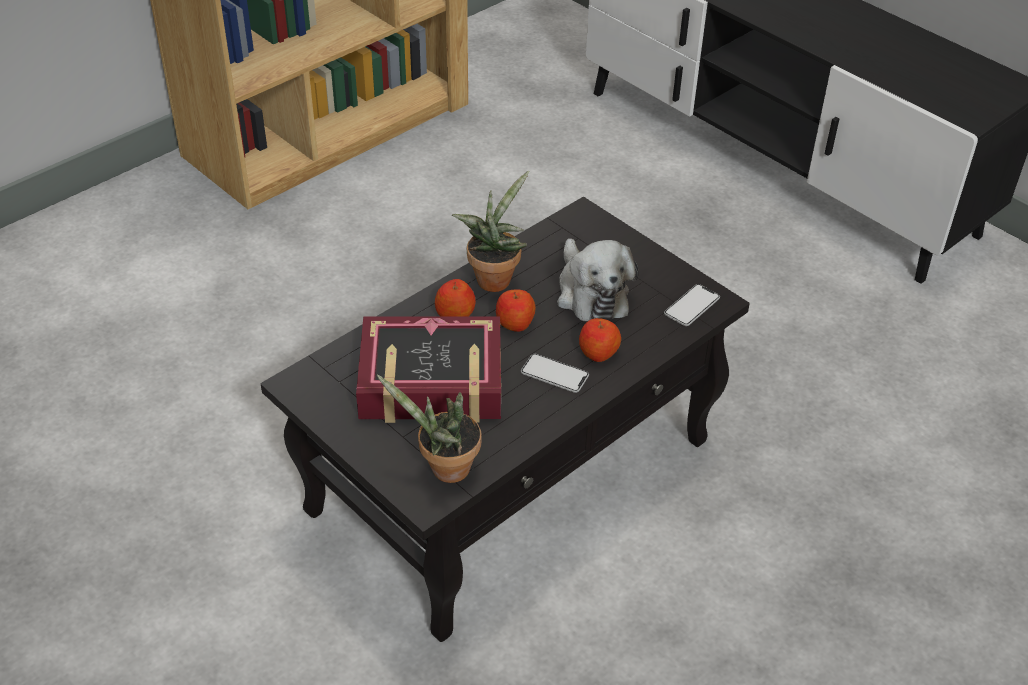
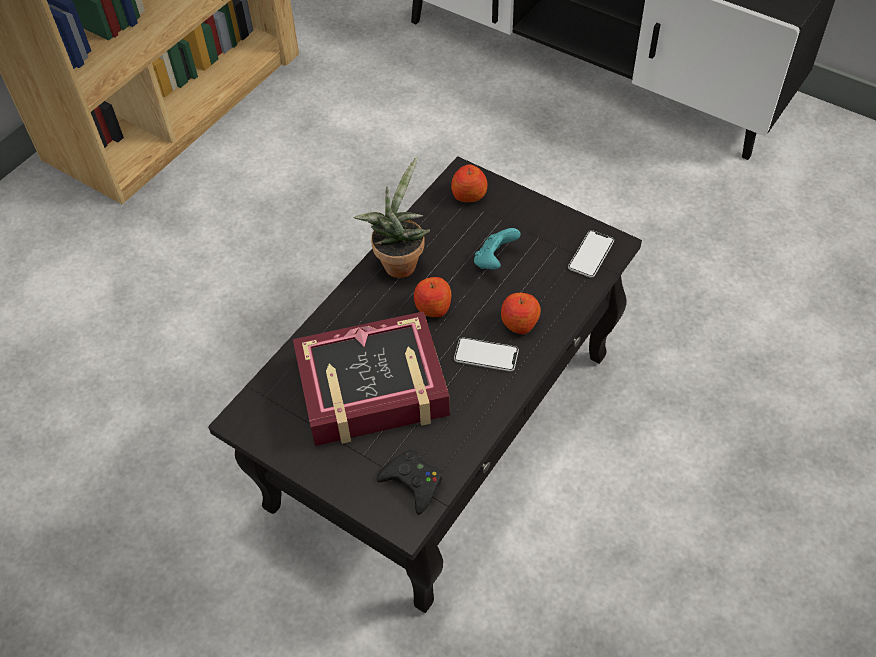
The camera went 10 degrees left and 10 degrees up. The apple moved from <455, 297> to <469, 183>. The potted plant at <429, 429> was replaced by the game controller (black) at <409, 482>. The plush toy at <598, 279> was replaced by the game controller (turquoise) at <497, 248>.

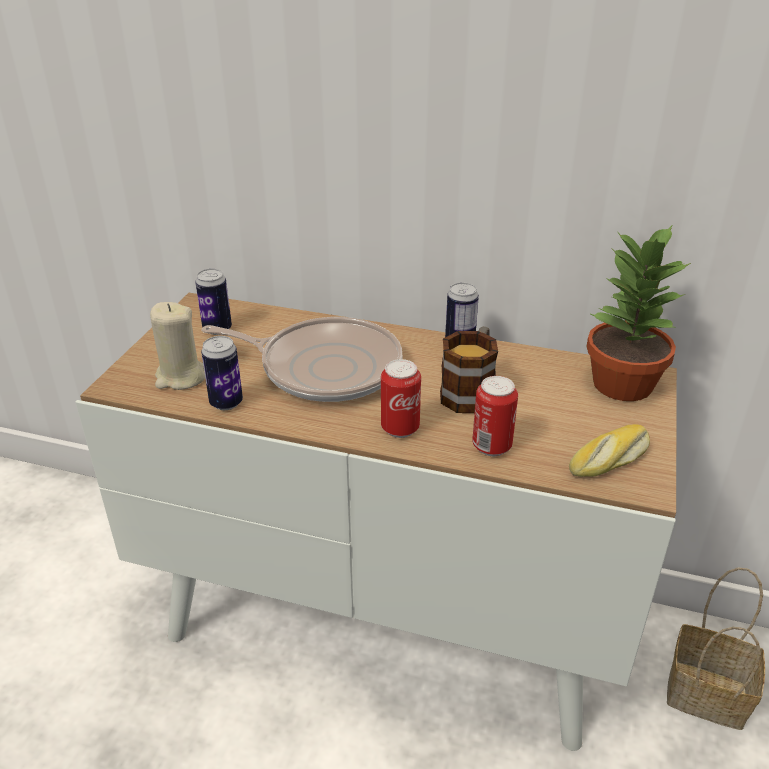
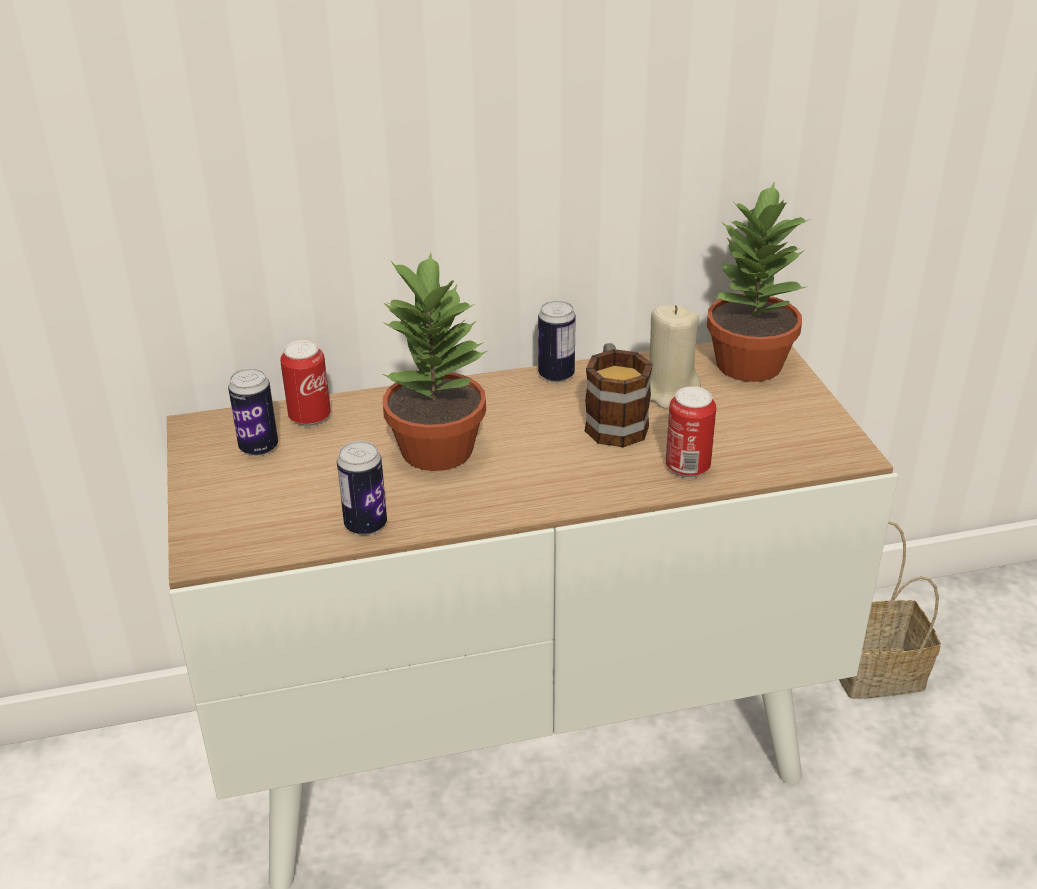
The camera went 30 degrees left and 0 degrees up. The bread at <609, 450> disappeared. The candle (beige) moved from <177, 346> to <675, 356>. The can moved from <401, 398> to <305, 383>. The frying pan at <302, 359> was replaced by the potted plant at <435, 362>.

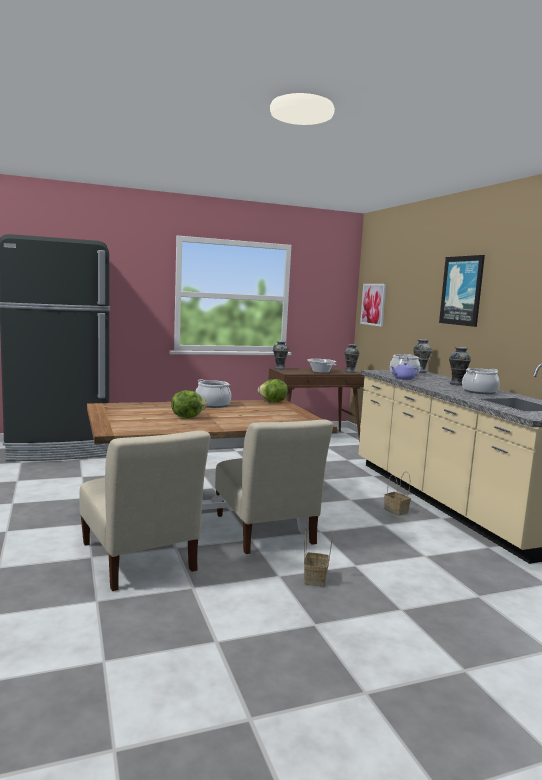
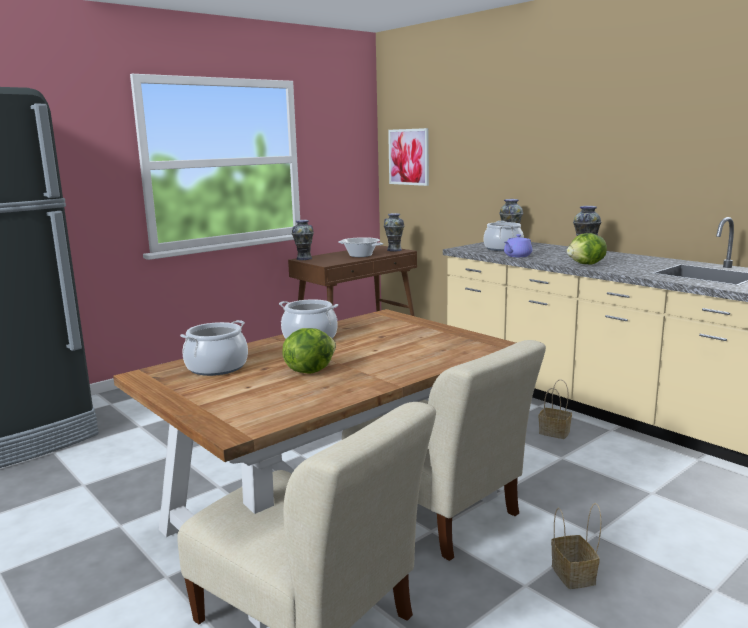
The camera went 20 degrees left and 5 degrees up. The picture at <462, 291> disappeared. The lettuce moved from <273, 390> to <587, 249>. The cooking pot moved from <481, 381> to <214, 348>.

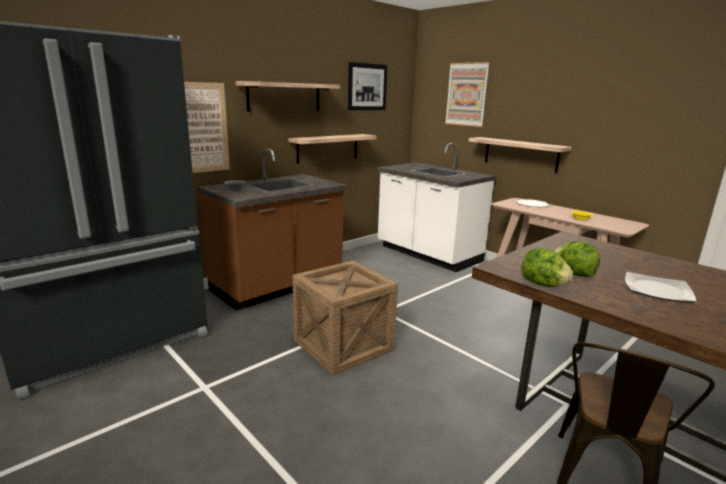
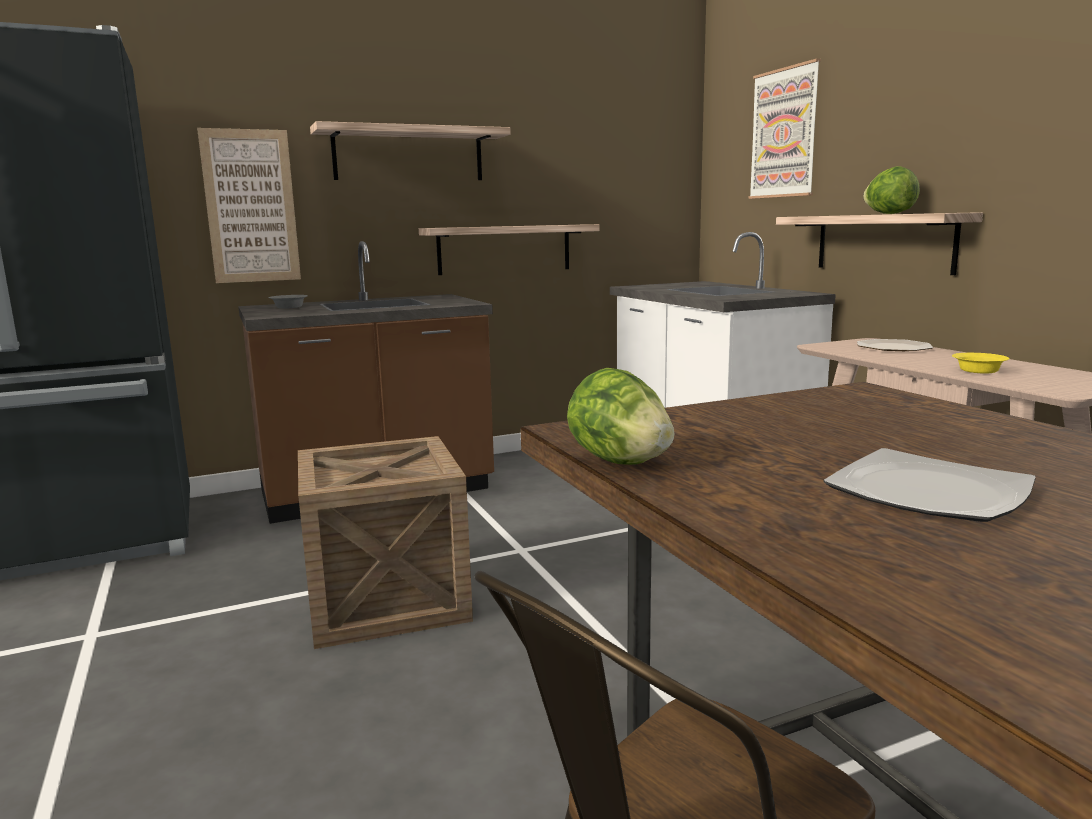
The camera went 20 degrees right and 5 degrees down. The picture at <367, 86> disappeared. The lettuce moved from <576, 259> to <891, 190>.

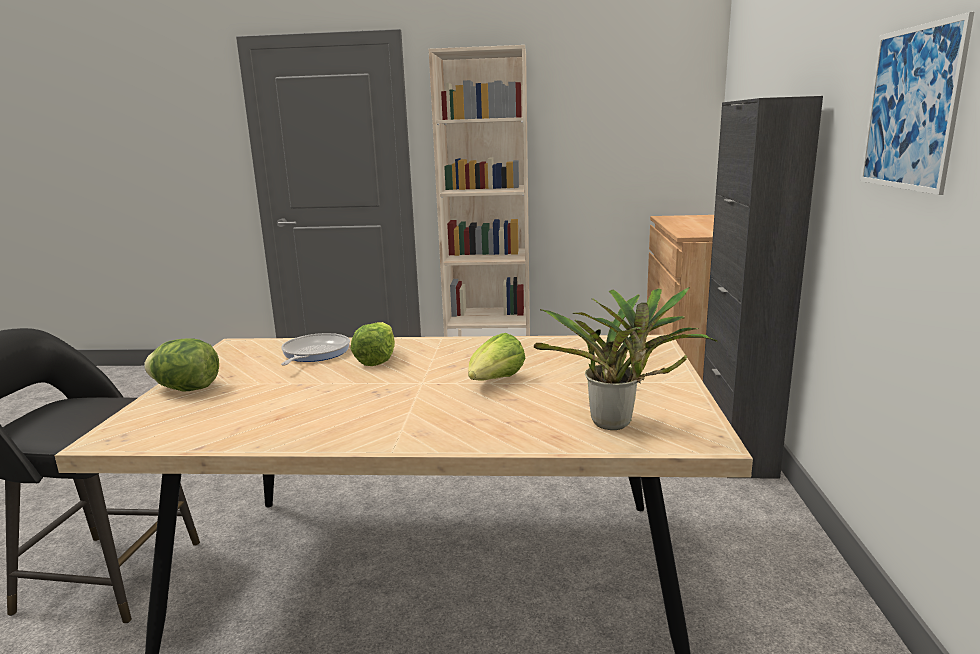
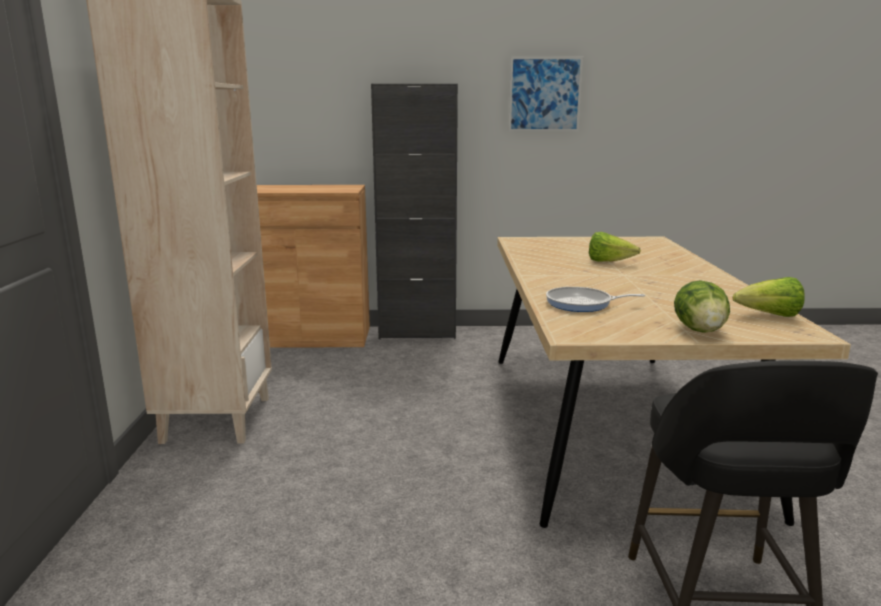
The camera went 95 degrees left and 0 degrees up. The potted plant at <625, 358> disappeared. The lettuce moved from <373, 344> to <769, 297>.

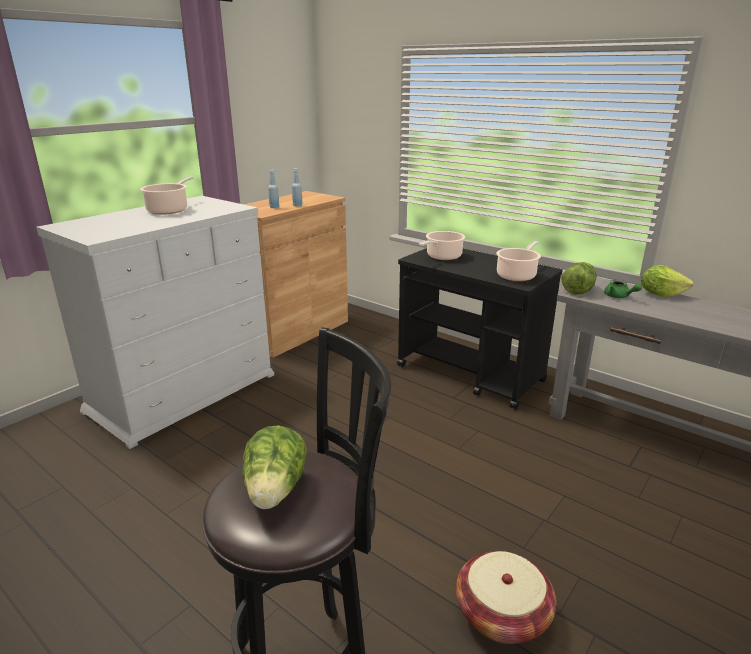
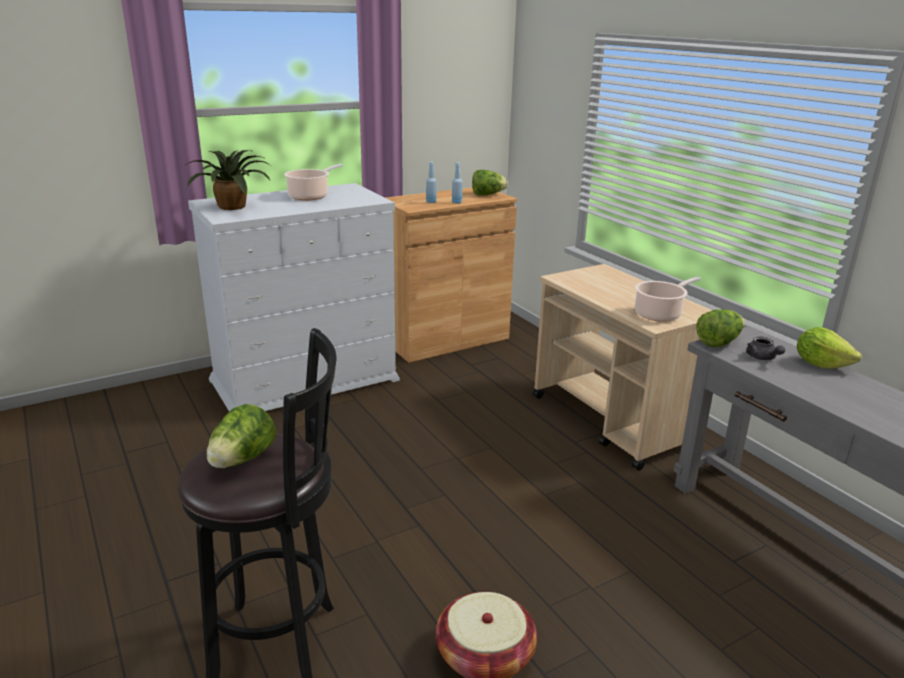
The camera went 20 degrees right and 0 degrees up. The cooking pot at <442, 245> disappeared. The potted plant at <228, 180> appeared. The lettuce at <490, 183> appeared. The cart (black) at <480, 329> became the cart (beige) at <622, 367>. The teapot (green) at <623, 289> became the teapot (grey) at <765, 348>.

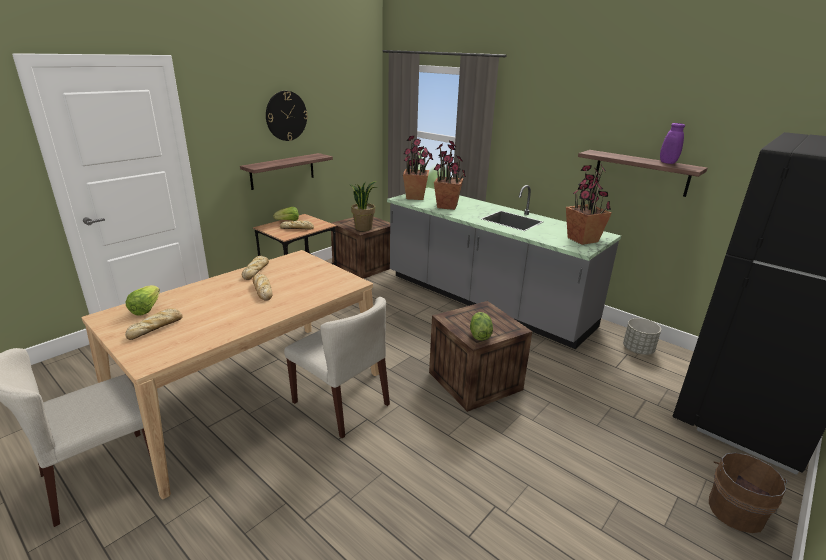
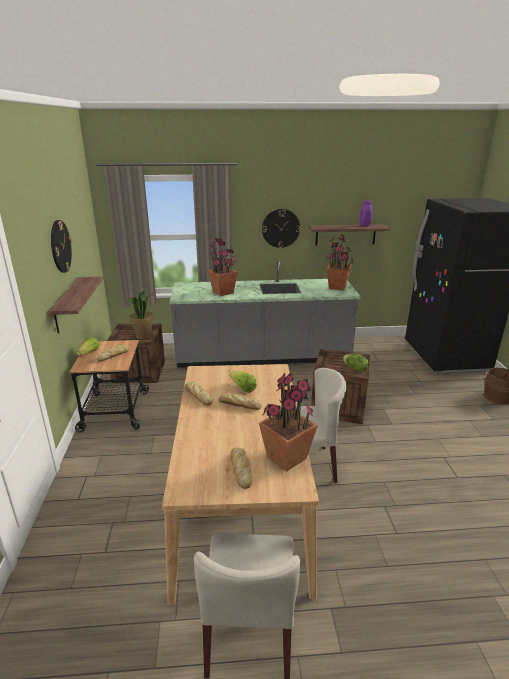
The camera went 45 degrees left and 0 degrees up. The planter (grey) at <642, 336> disappeared. The wall clock at <281, 228> appeared. The lettuce moved from <143, 300> to <243, 382>. The potted plant moved from <418, 167> to <288, 421>.

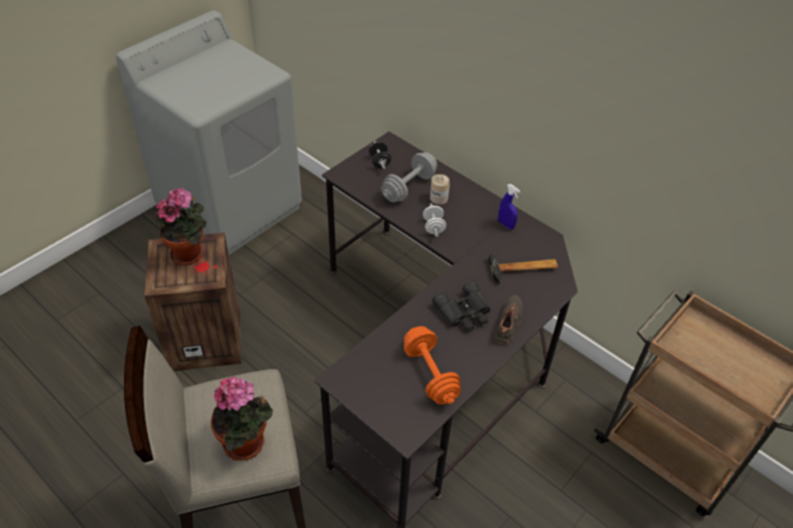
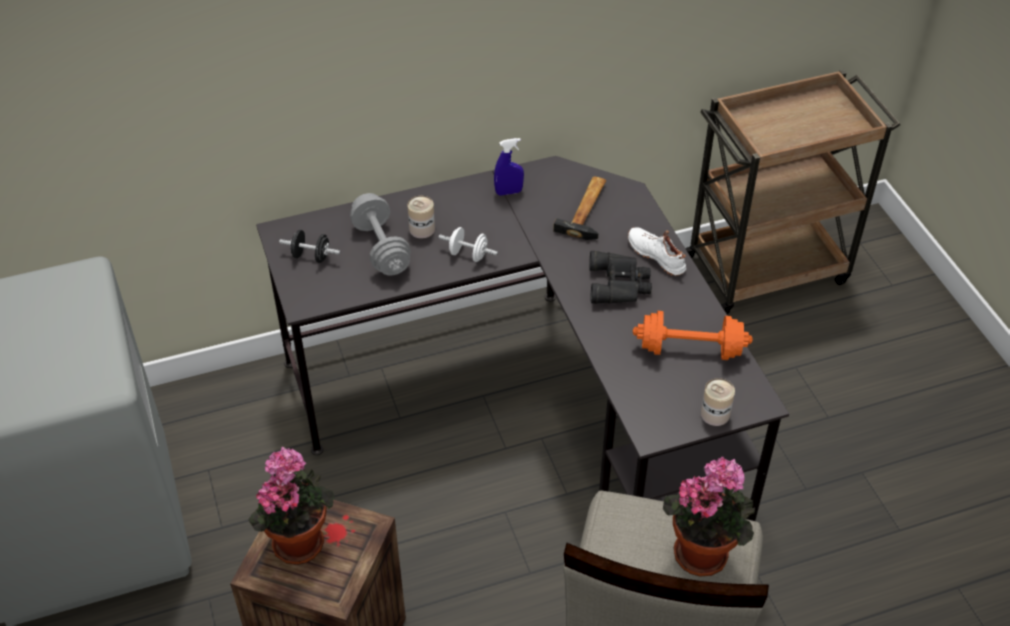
The camera went 60 degrees left and 0 degrees up. The can at <718, 402> appeared. The shoe (black) at <509, 319> became the shoe (white) at <657, 251>.

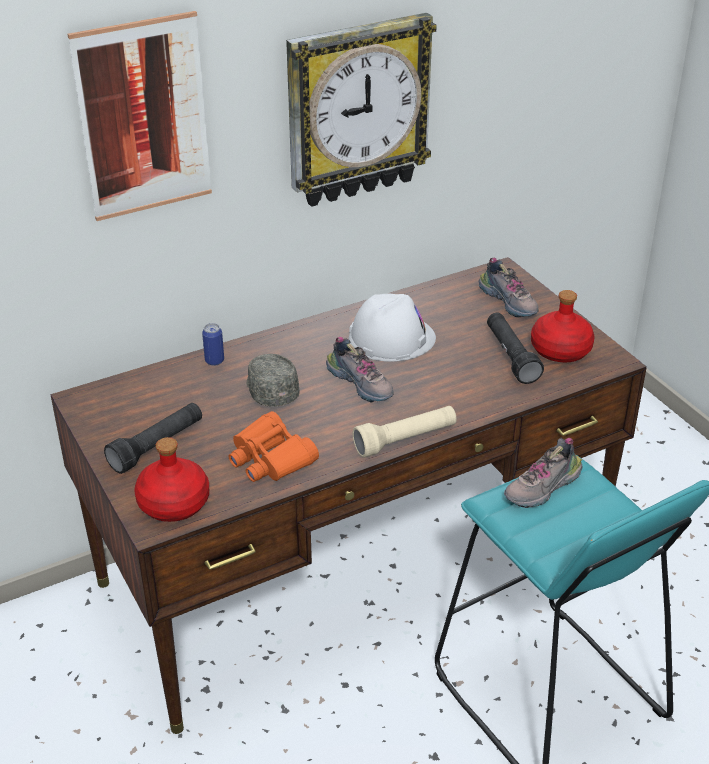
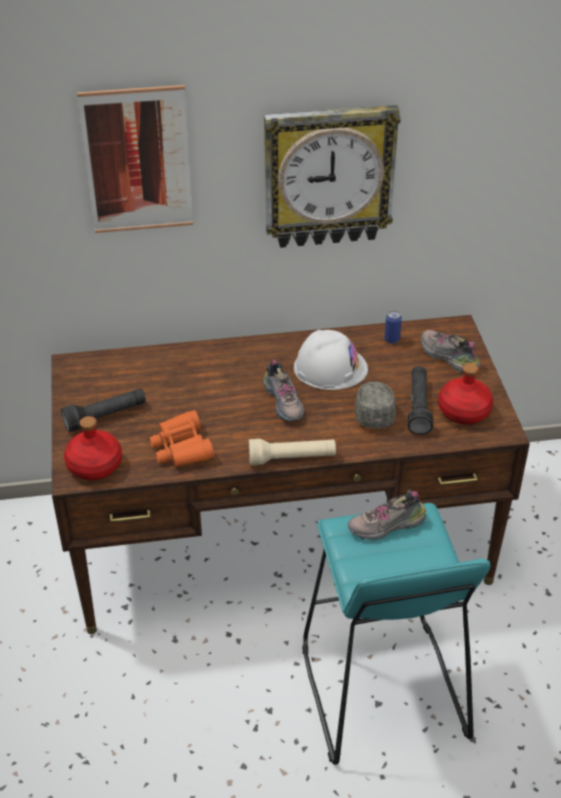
The camera went 20 degrees right and 5 degrees up. The can moved from <213, 344> to <393, 327>. The cap (grey) moved from <273, 380> to <375, 405>. The shoe at <509, 287> turned 150 degrees clockwise.

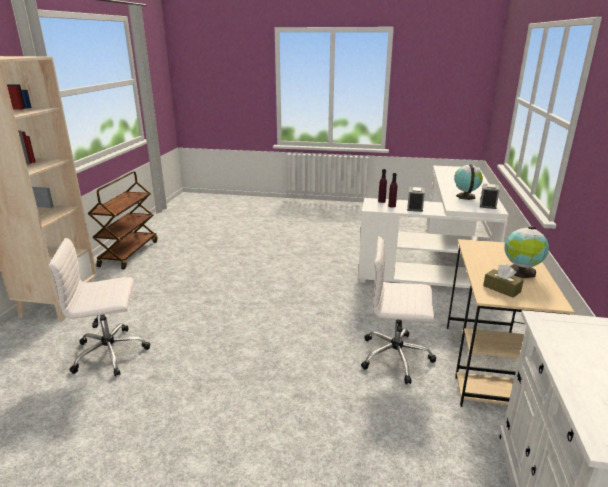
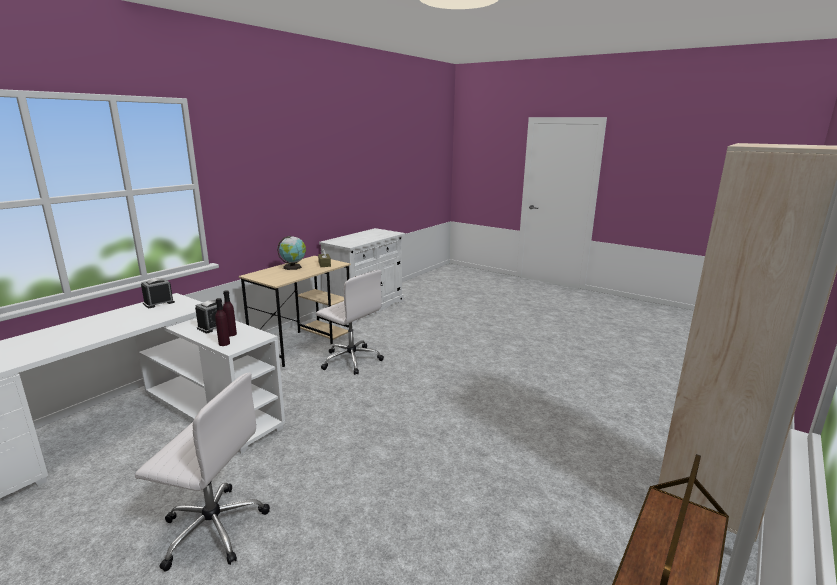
The camera went 155 degrees left and 5 degrees down. The globe at <468, 182> disappeared. The office chair (white) moved from <99, 307> to <202, 472>.

